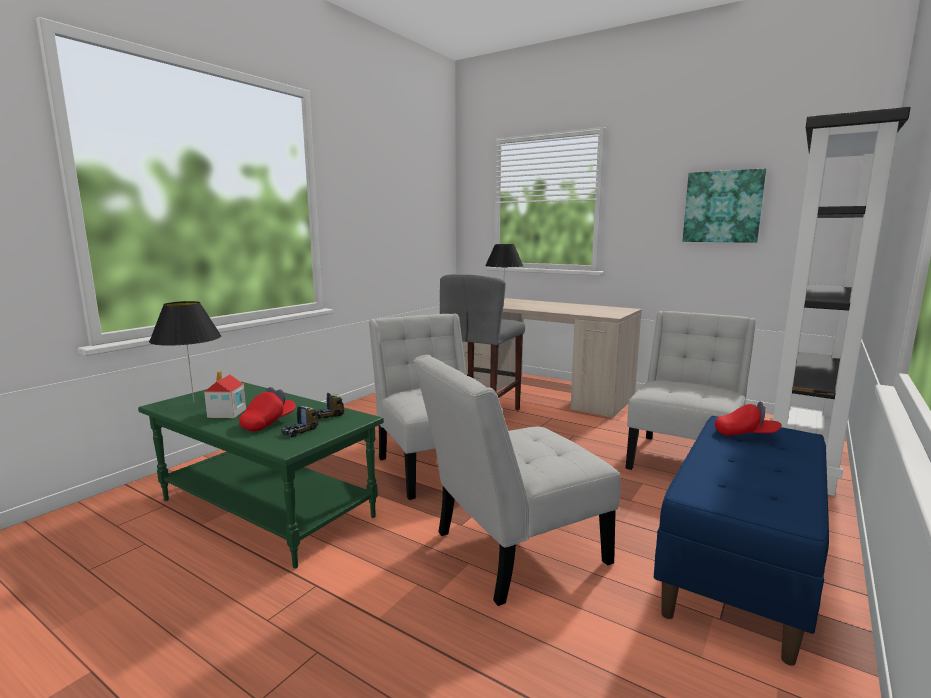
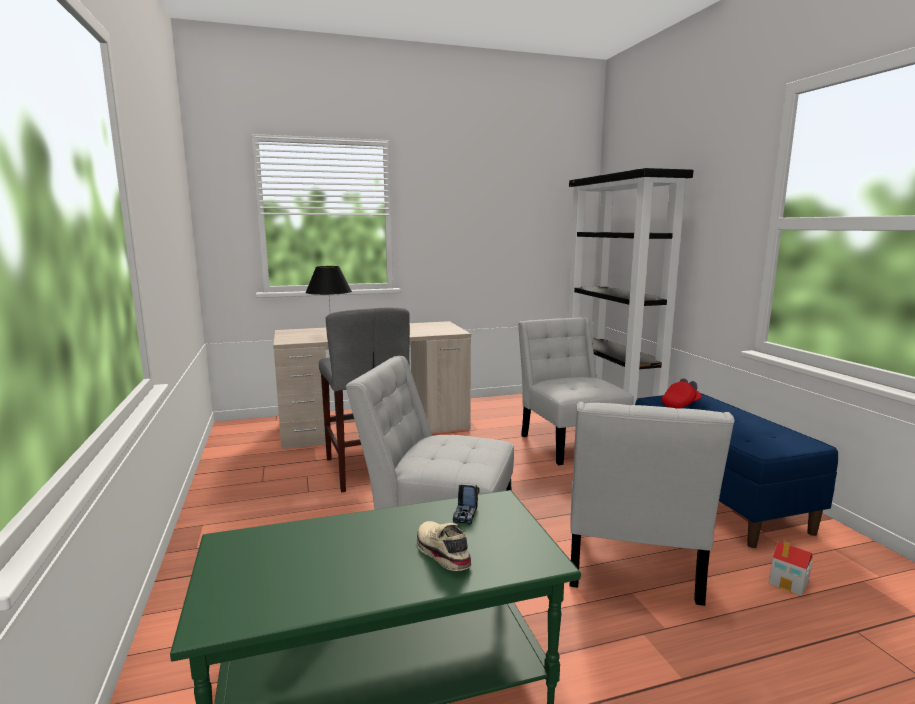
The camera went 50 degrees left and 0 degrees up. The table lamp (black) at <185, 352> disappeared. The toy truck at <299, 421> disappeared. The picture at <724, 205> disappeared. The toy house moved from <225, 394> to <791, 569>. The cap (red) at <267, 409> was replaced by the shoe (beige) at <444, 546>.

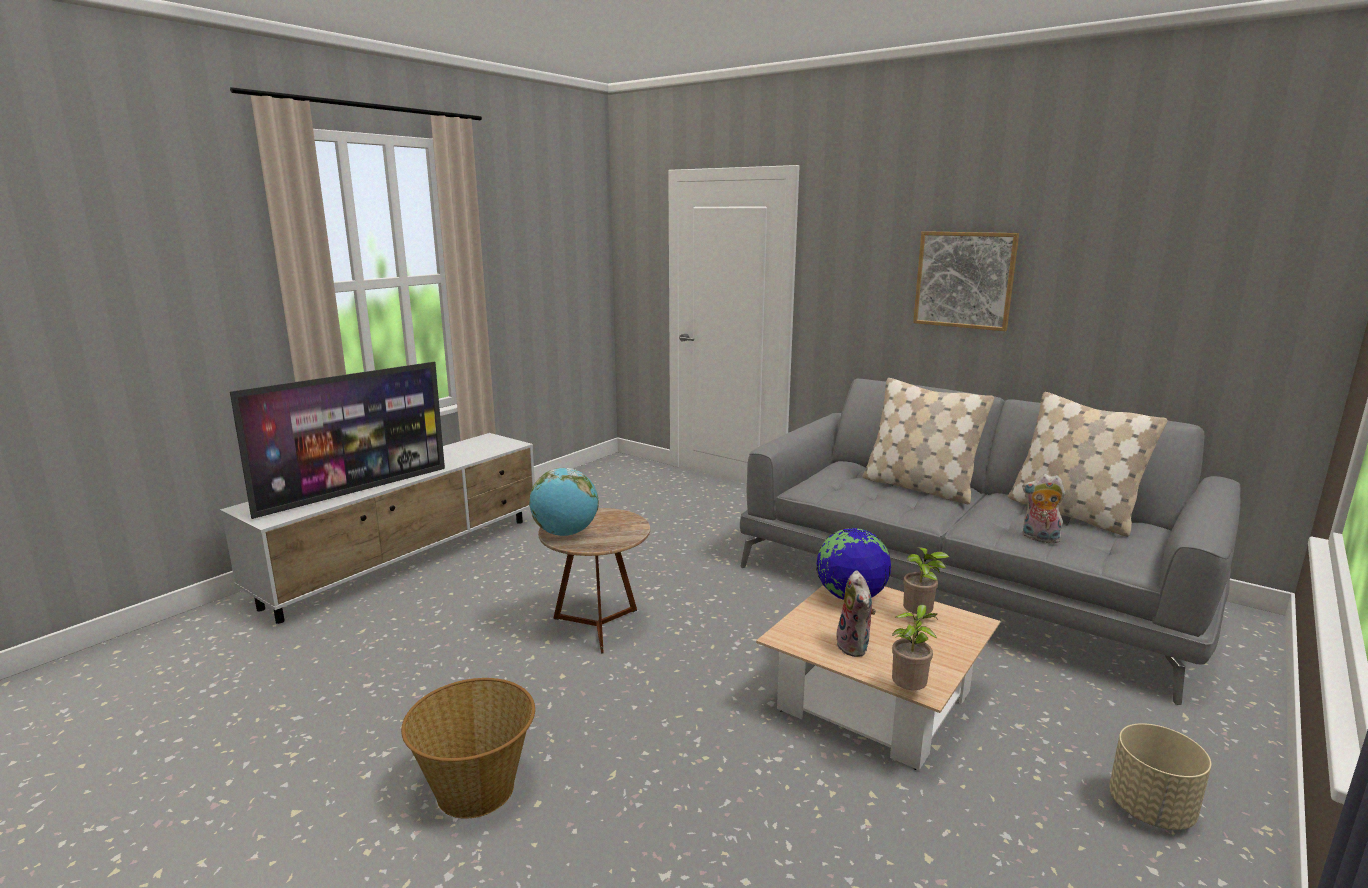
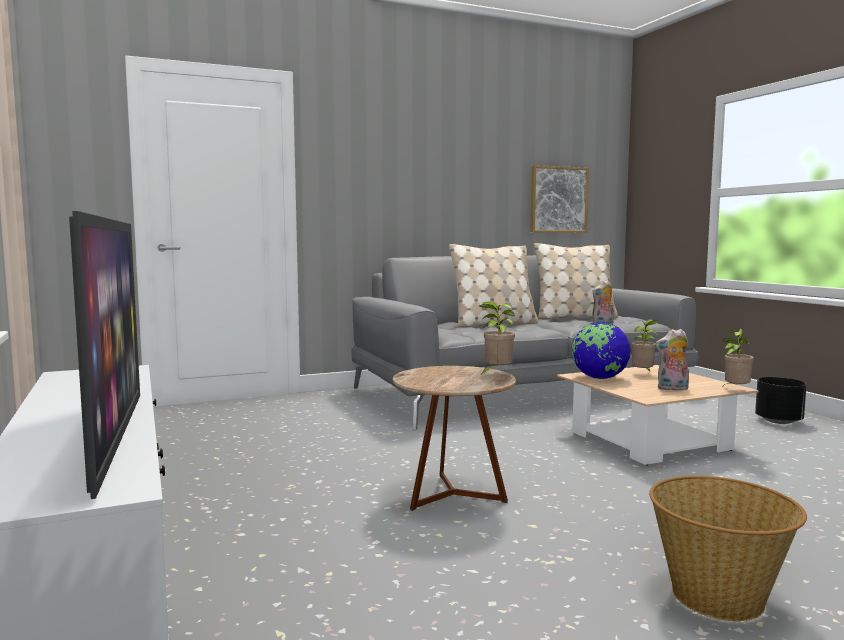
The camera went 60 degrees left and 10 degrees down. The globe at <564, 502> disappeared. The potted plant at <497, 338> appeared. The picture moved from <966, 281> to <559, 199>. The planter (beige) at <1160, 776> became the planter (black) at <781, 400>. The plush toy at <856, 613> turned 150 degrees clockwise.

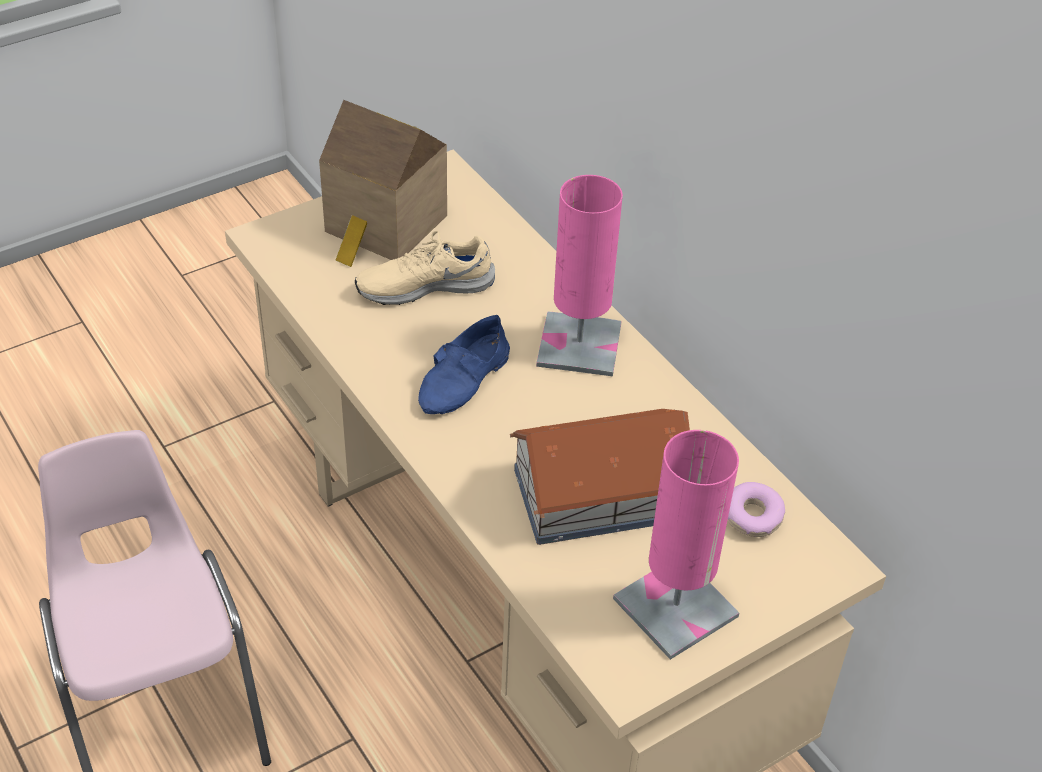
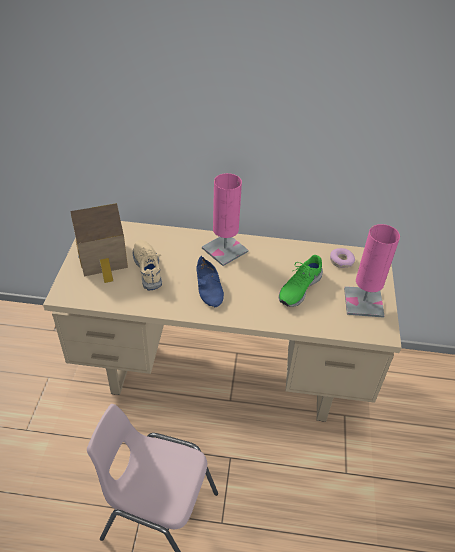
The camera went 50 degrees left and 0 degrees up. The toy house at <600, 477> was replaced by the shoe (green) at <301, 281>. The shoe (beige) at <425, 268> turned 135 degrees clockwise.

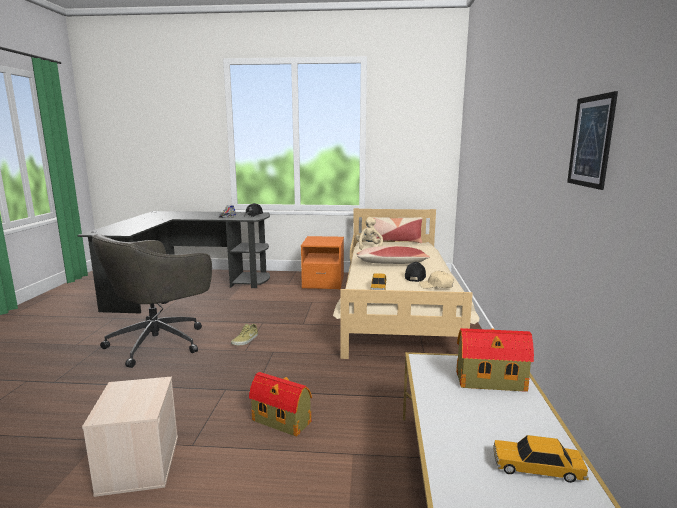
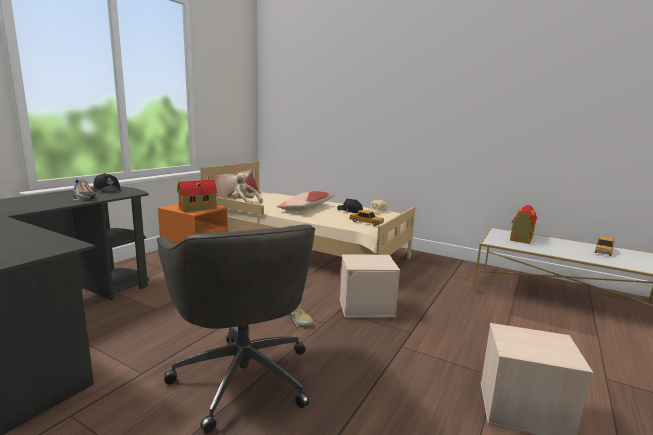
The camera went 65 degrees left and 0 degrees up. The picture at <592, 140> disappeared. The storage box (beige) at <369, 286> appeared. The toy house moved from <280, 404> to <197, 196>.

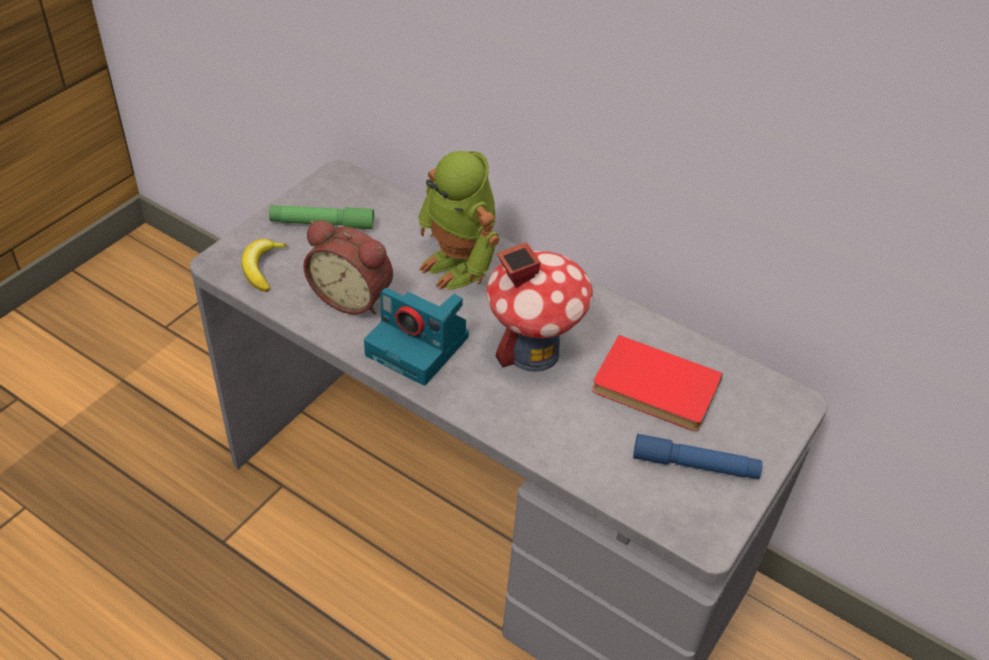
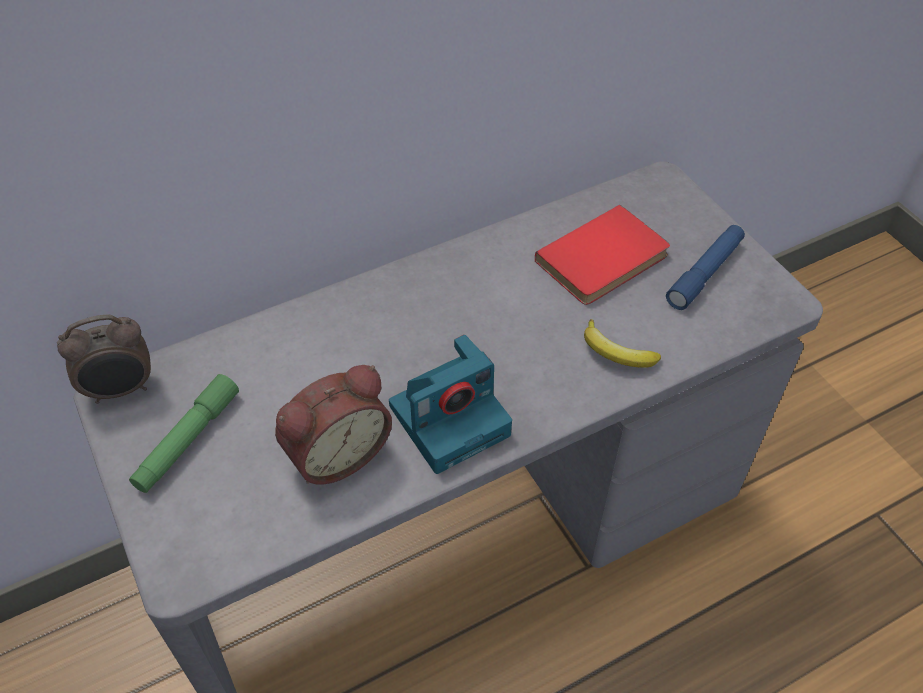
The camera went 60 degrees left and 5 degrees up. The toy robot at <458, 220> disappeared. The toy house at <539, 307> disappeared. The alarm clock at <104, 359> appeared. The banana moved from <265, 265> to <622, 343>.

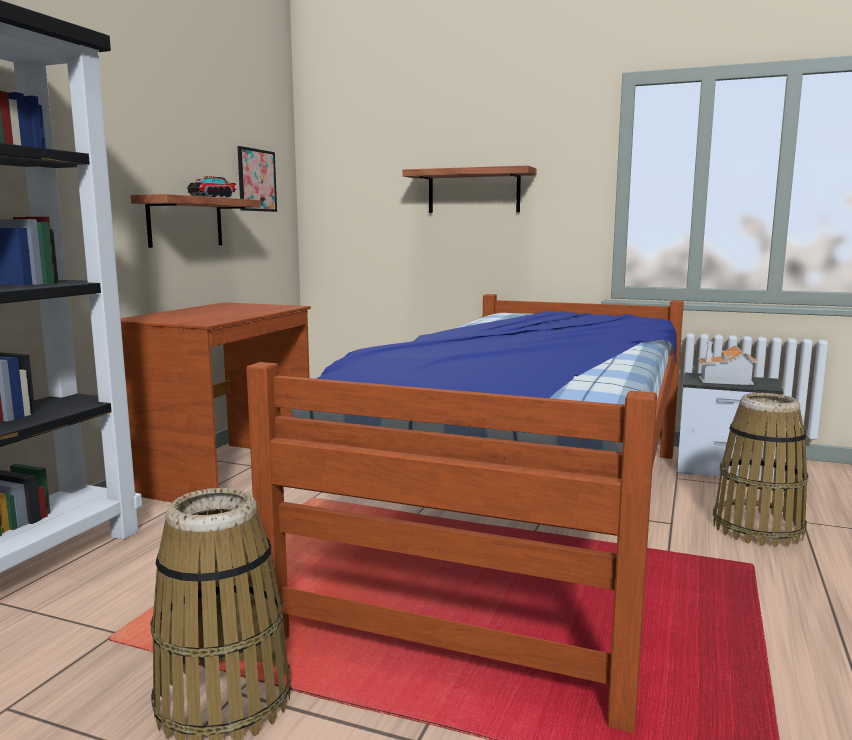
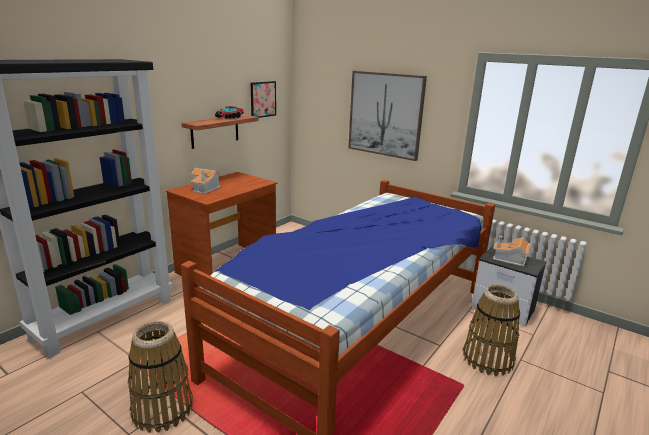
The camera went 15 degrees right and 10 degrees up. The toy house at <206, 181> appeared. The shelf at <469, 189> was replaced by the picture at <387, 116>.

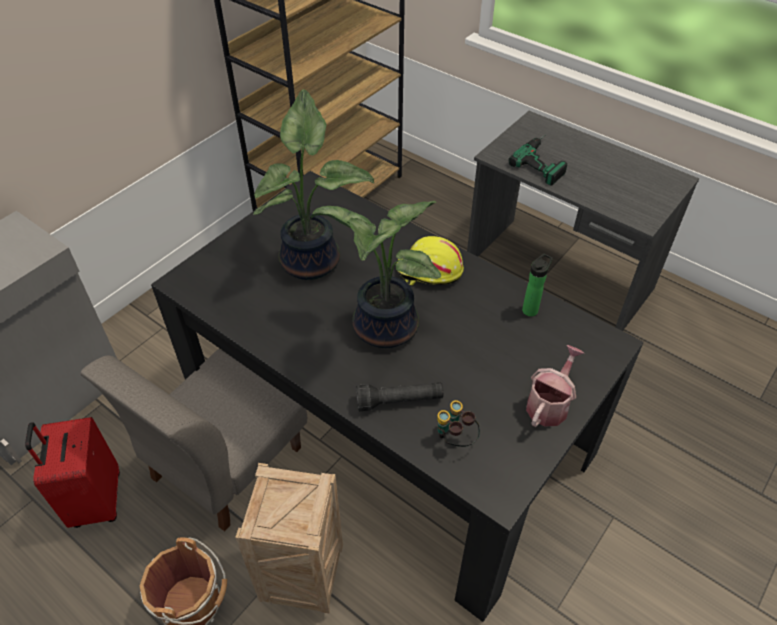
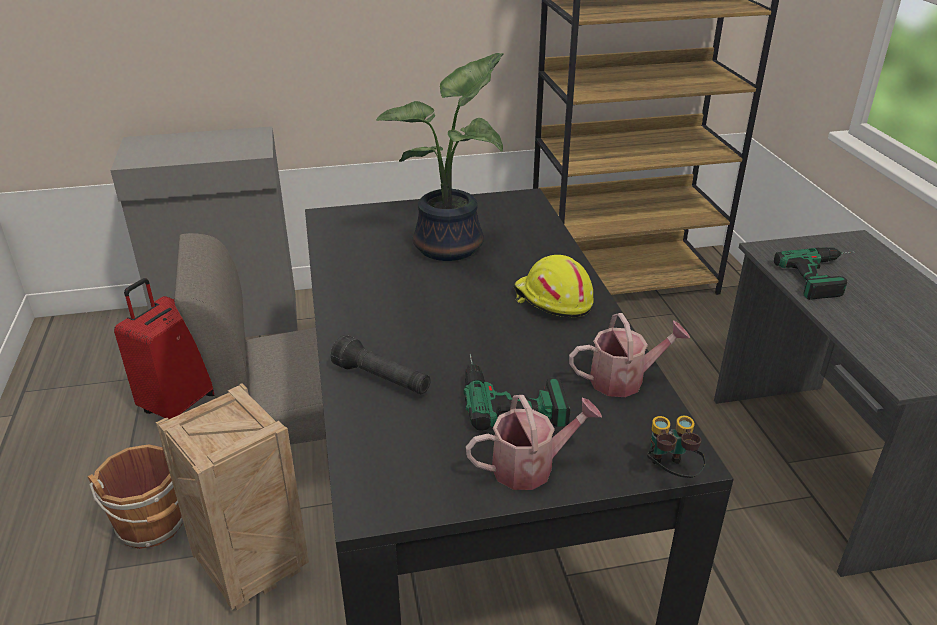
The camera went 40 degrees right and 15 degrees down. The potted plant at <376, 274> disappeared. The power drill at <517, 392> appeared. The binoculars moved from <458, 423> to <676, 447>. The bottle at <537, 285> was replaced by the watering can at <629, 355>.

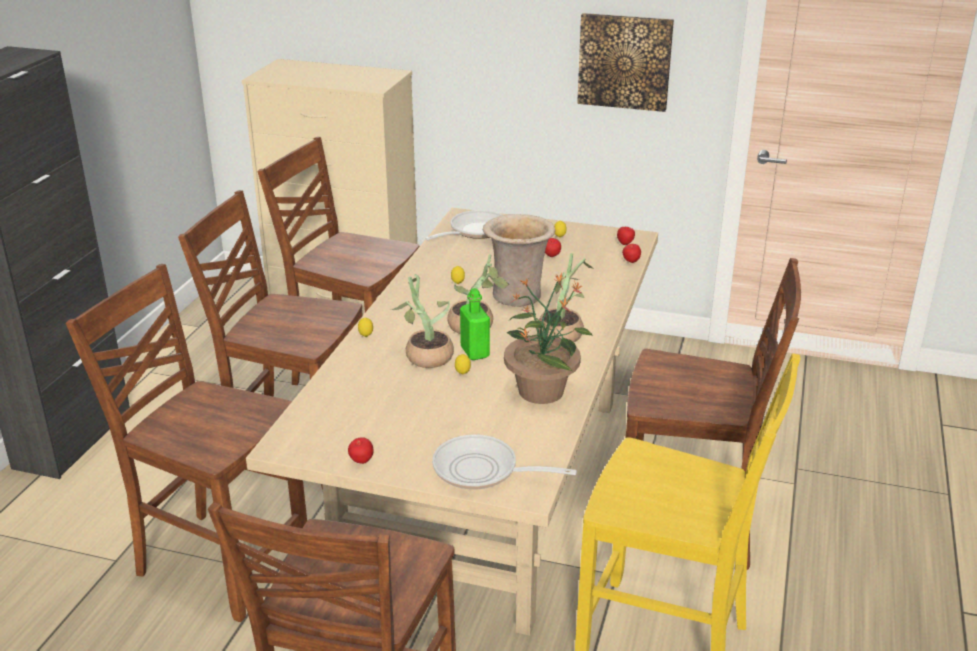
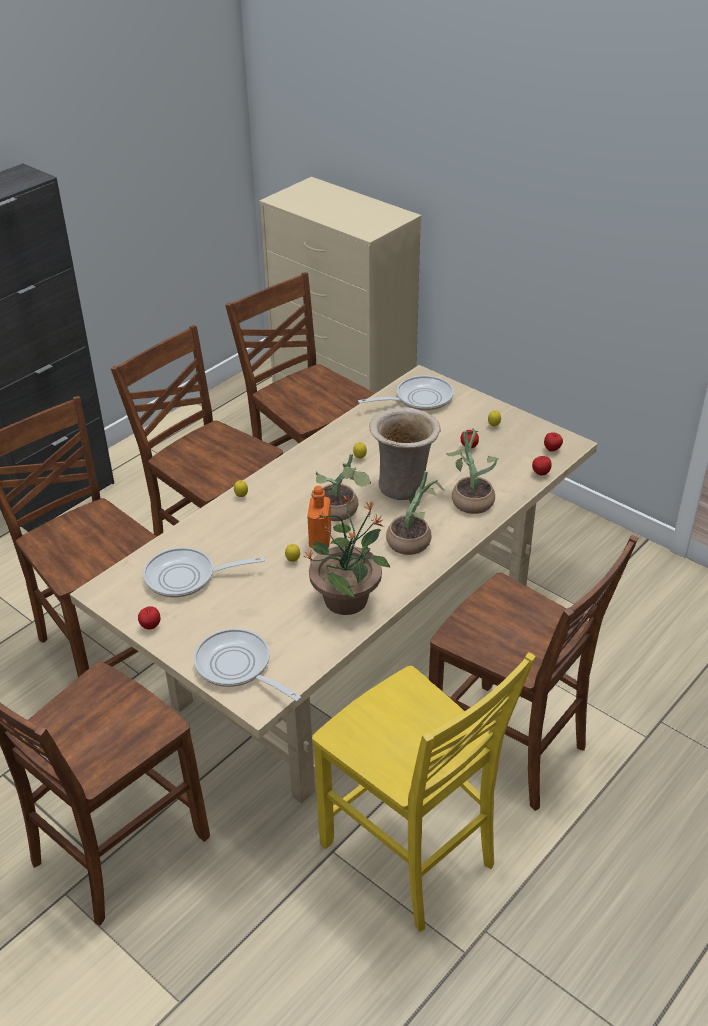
The camera went 25 degrees right and 10 degrees up. The picture at <625, 62> disappeared. The frying pan at <204, 572> appeared. The potted plant moved from <422, 321> to <472, 471>. The bottle (green) at <475, 324> became the bottle (orange) at <319, 517>.

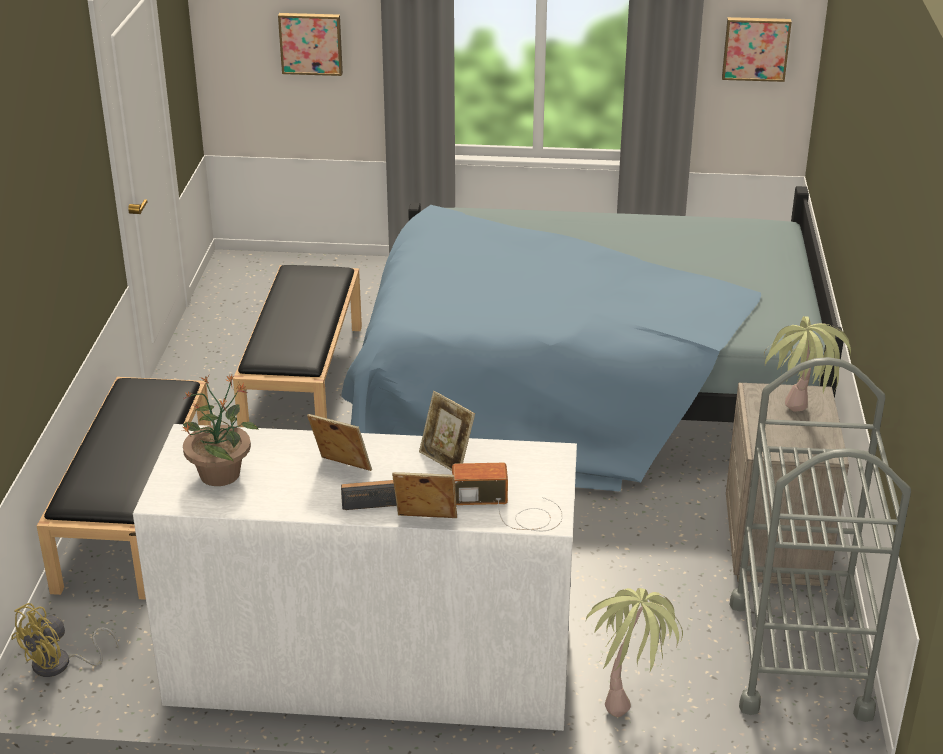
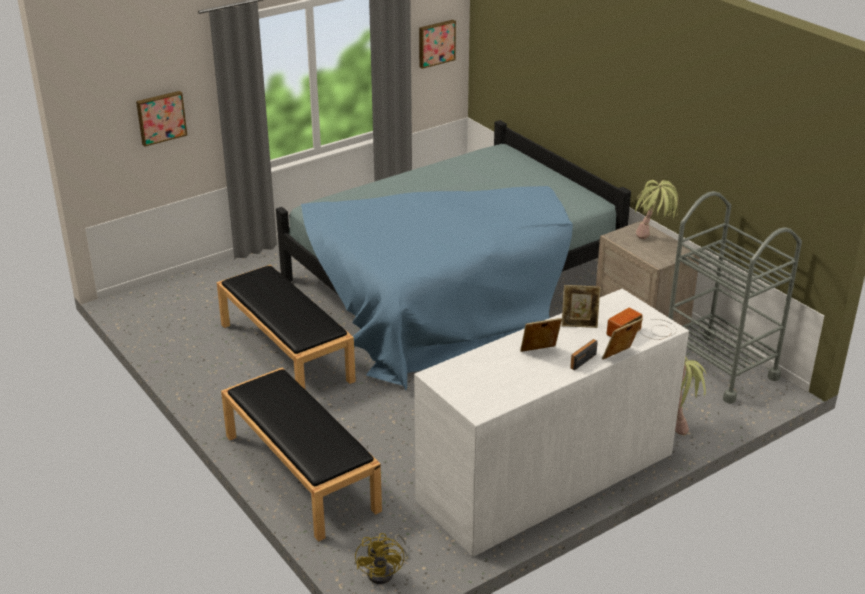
The camera went 40 degrees left and 0 degrees up. The potted plant at <220, 430> disappeared.

